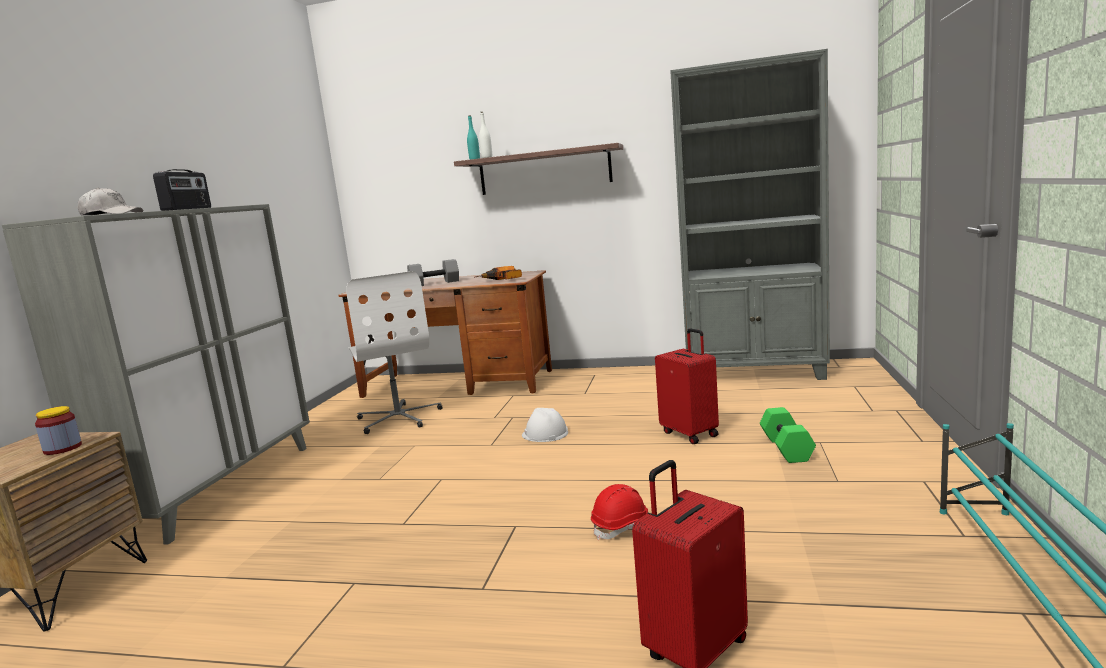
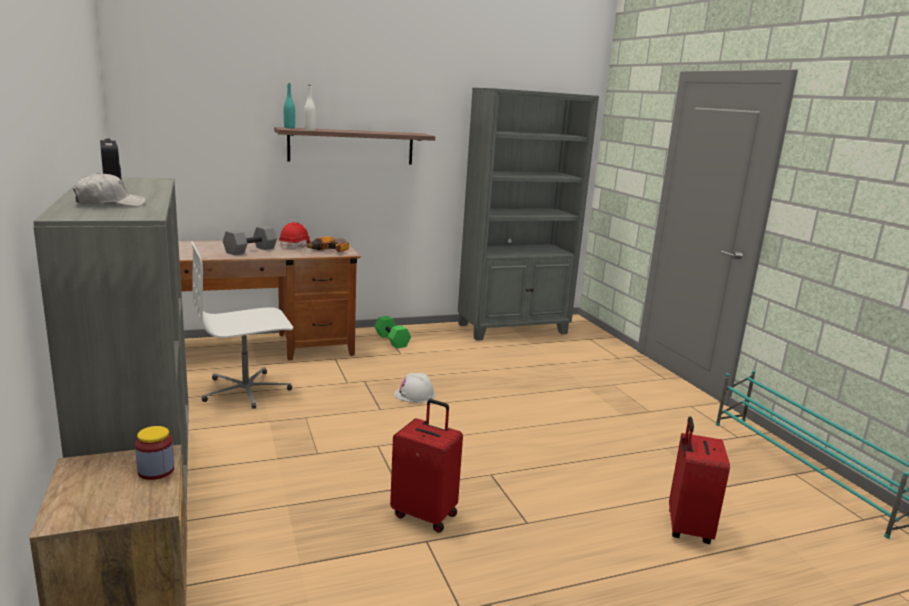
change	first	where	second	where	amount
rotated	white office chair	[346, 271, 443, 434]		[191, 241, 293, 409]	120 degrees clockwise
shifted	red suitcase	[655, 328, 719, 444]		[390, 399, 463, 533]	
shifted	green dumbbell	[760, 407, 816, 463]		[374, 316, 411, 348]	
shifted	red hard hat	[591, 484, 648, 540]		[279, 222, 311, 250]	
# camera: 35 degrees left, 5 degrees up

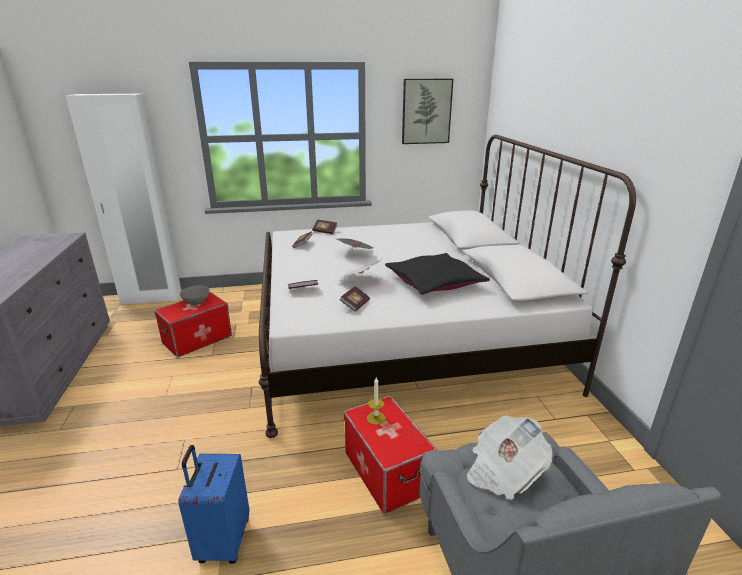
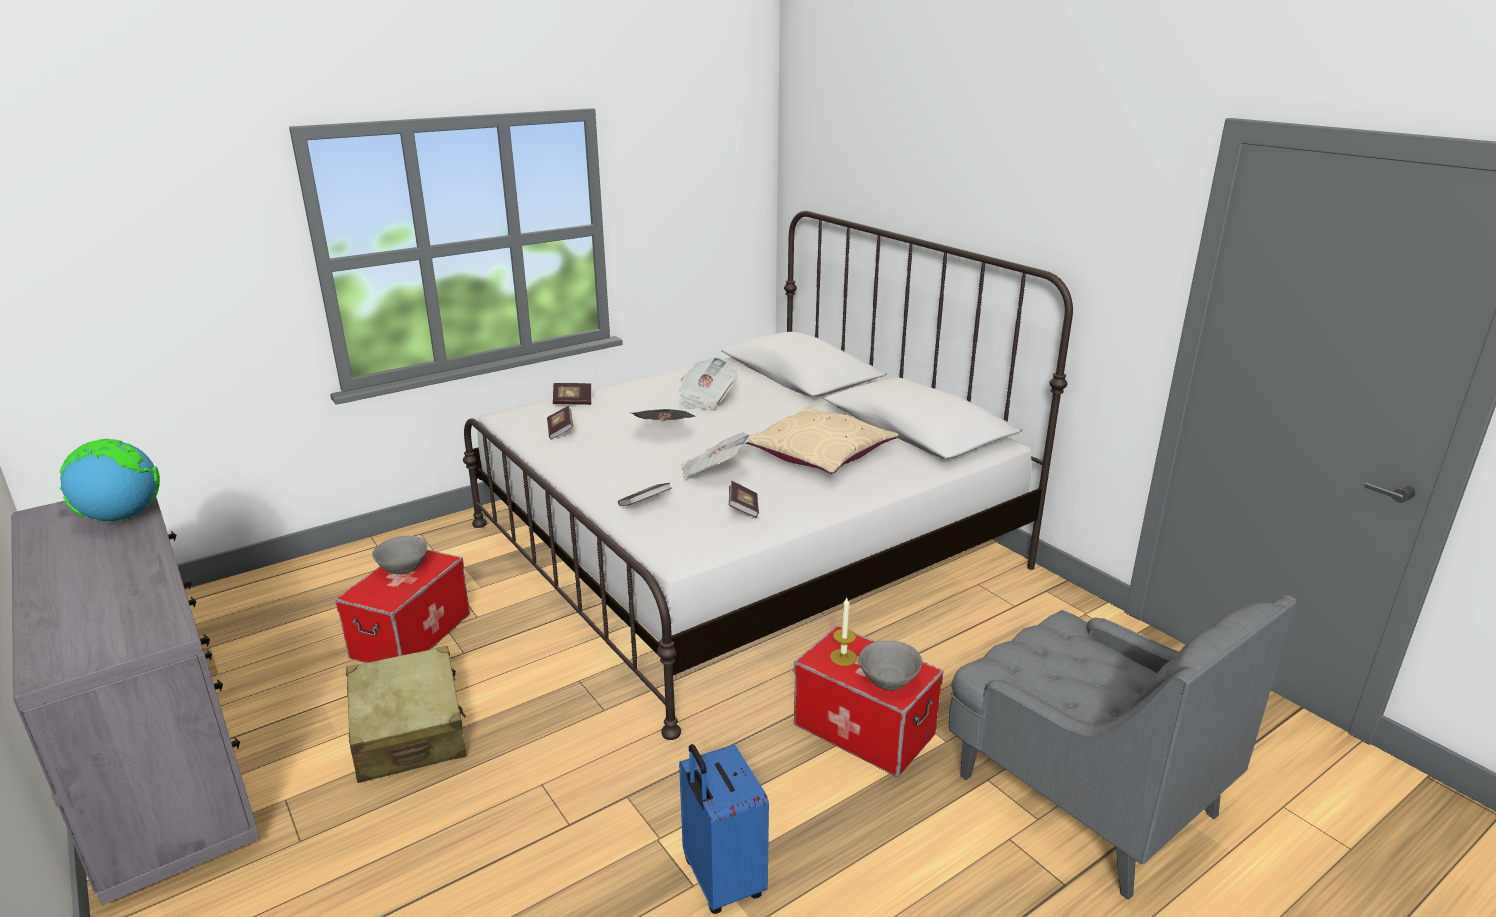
change	first	where	second	where	amount
gone	picture	[402, 79, 453, 144]			
gone	white wardrobe	[66, 94, 181, 305]			
repainted	black pillow	[385, 253, 490, 295]	beige pillow	[746, 407, 899, 474]	
shifted	newspaper	[467, 415, 553, 500]		[679, 357, 737, 409]	
new			globe	[60, 439, 160, 522]	
new			grey bowl	[859, 641, 922, 690]	
new			beige suitcase	[346, 646, 467, 783]	
# camera: 25 degrees left, 0 degrees up

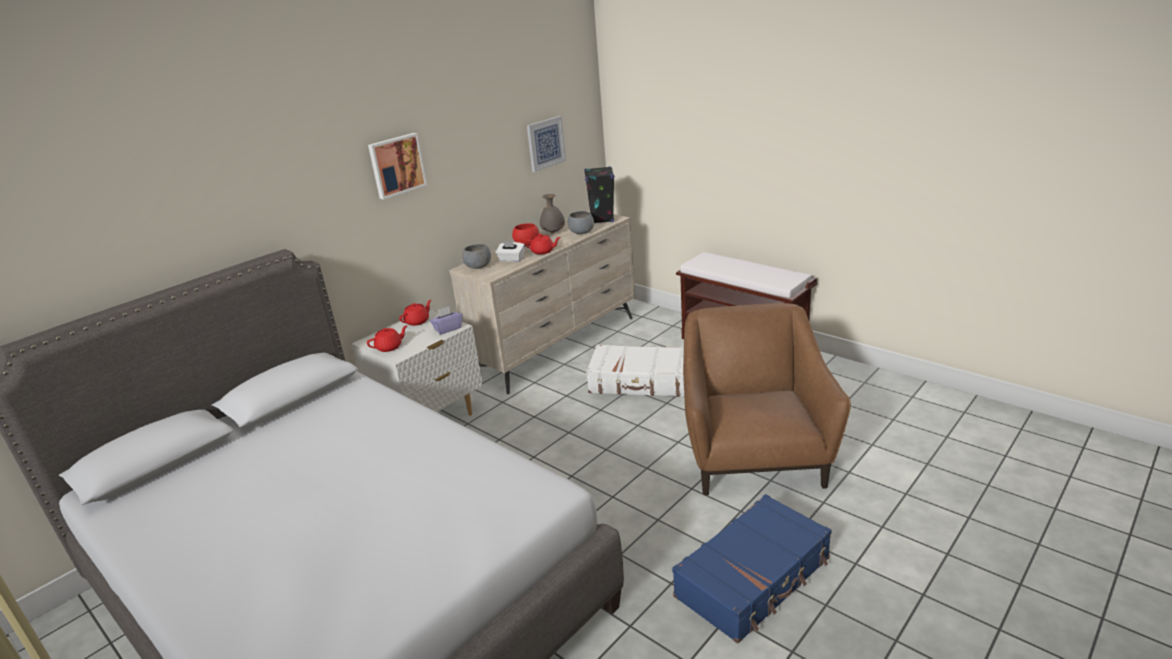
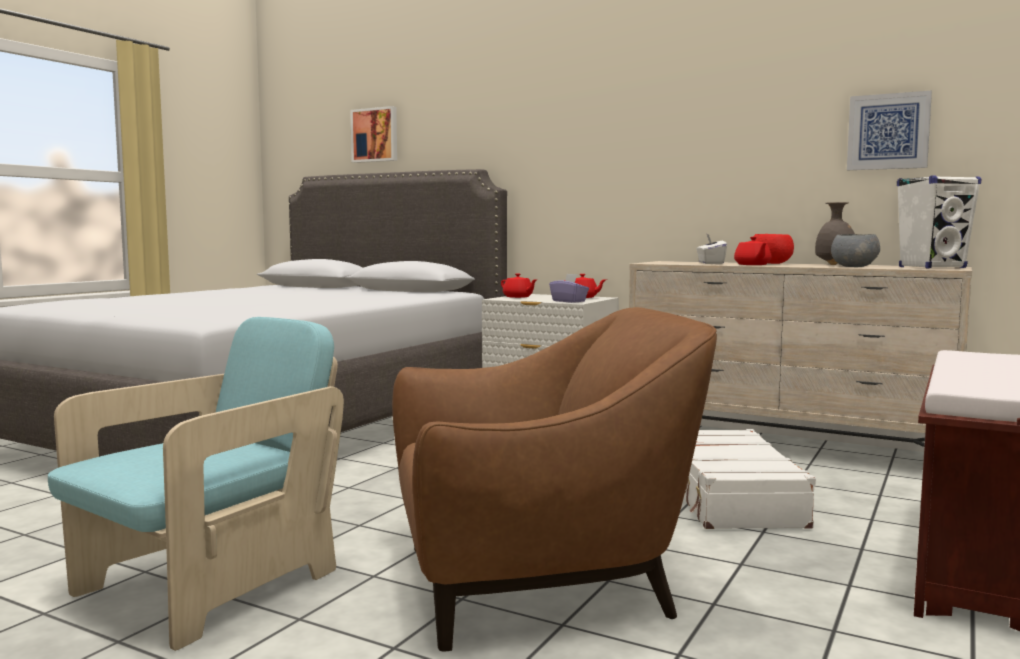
change	first	where	second	where	amount
shifted	picture	[368, 133, 427, 200]		[350, 106, 397, 163]	
repainted	black speaker	[584, 166, 614, 223]	white speaker	[897, 175, 981, 268]	
gone	grey bowl	[462, 244, 491, 269]			
swapped	blue suitcase	[672, 494, 832, 644]	turquoise armchair	[48, 317, 344, 651]	
# camera: 75 degrees right, 20 degrees down

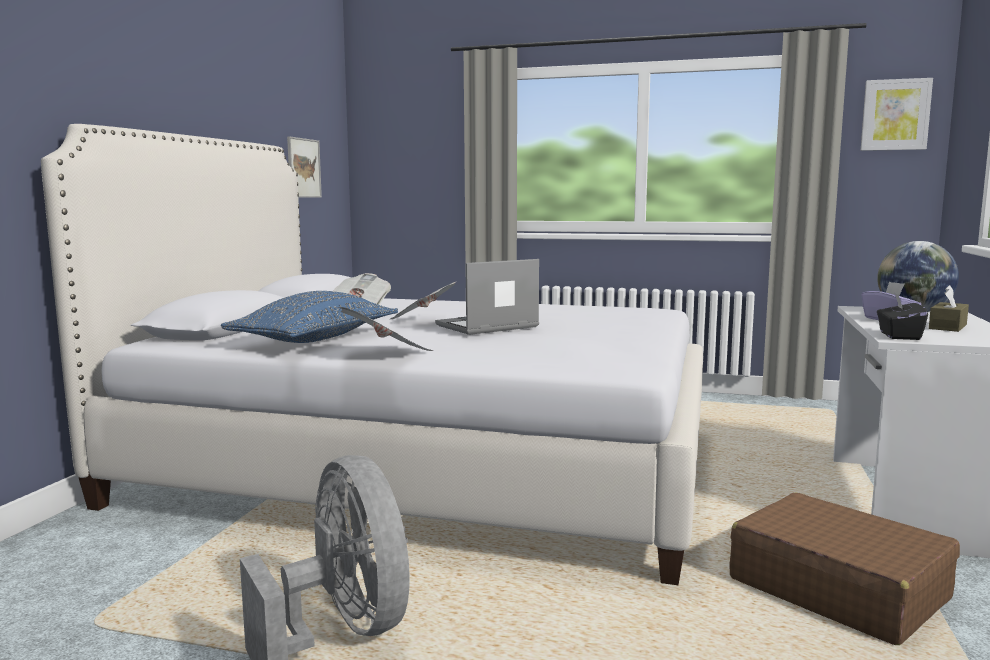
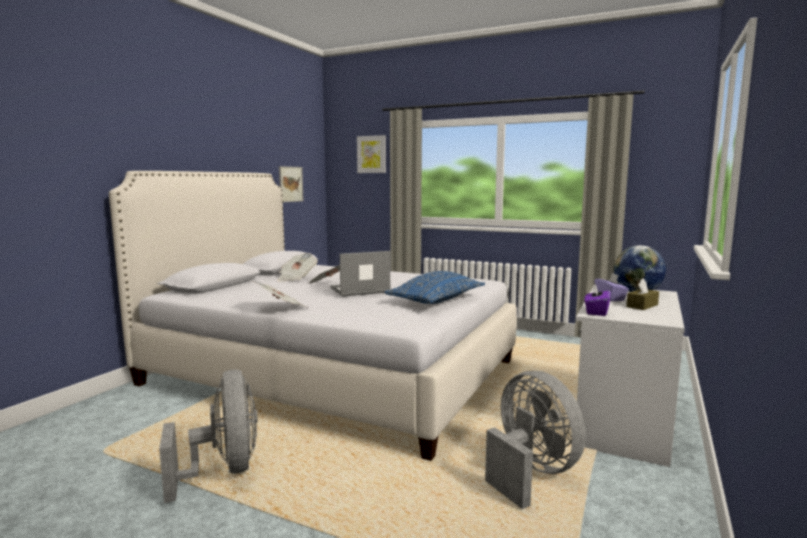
change	first	where	second	where	amount
shifted	picture	[861, 78, 933, 151]		[357, 135, 386, 173]	
shifted	blue pillow	[221, 291, 398, 343]		[385, 271, 485, 304]	
repainted	black tissue box	[877, 292, 928, 340]	purple tissue box	[584, 283, 611, 316]	
swapped	brown suitcase	[730, 493, 960, 645]	grey fan	[485, 371, 586, 509]	
# camera: 10 degrees right, 0 degrees up

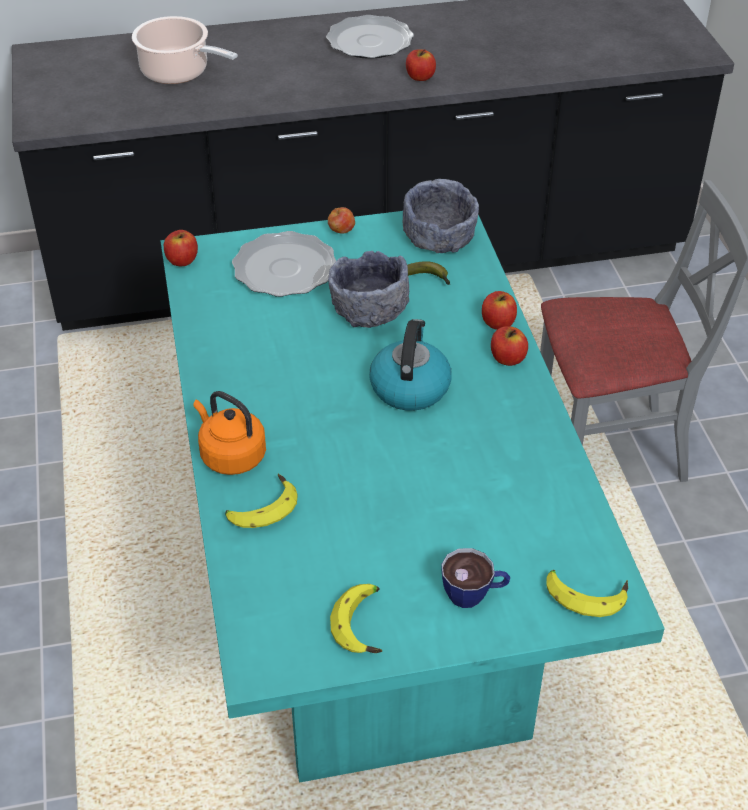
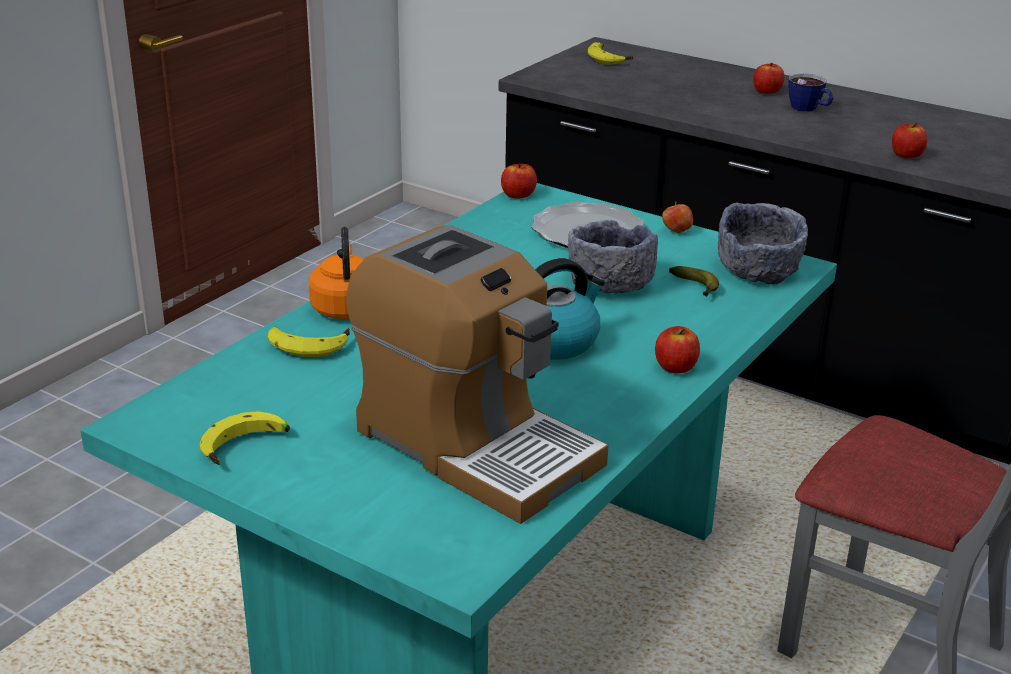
change	first	where	second	where	amount
gone	plate	[326, 15, 414, 59]			
gone	cooking pot	[132, 16, 238, 84]			
shifted	apple	[482, 291, 517, 330]		[753, 63, 785, 94]	
shifted	cup	[441, 548, 510, 608]		[788, 73, 833, 112]	
shifted	banana	[546, 570, 628, 617]		[588, 42, 633, 65]	
new			coffee machine	[346, 225, 608, 524]	
# camera: 45 degrees right, 15 degrees down

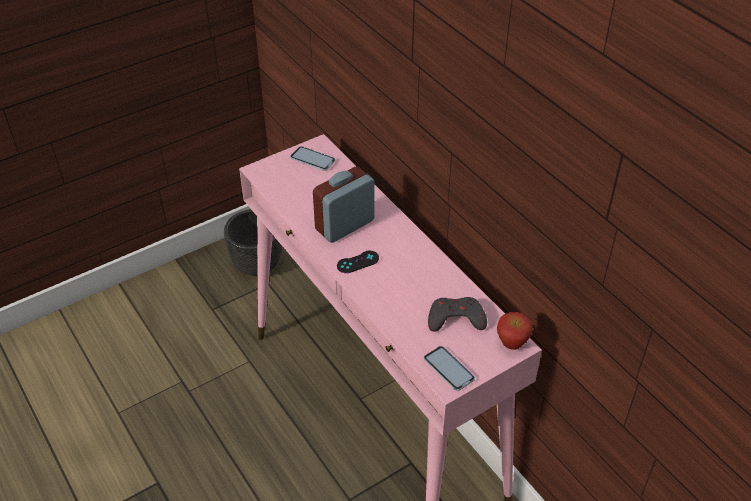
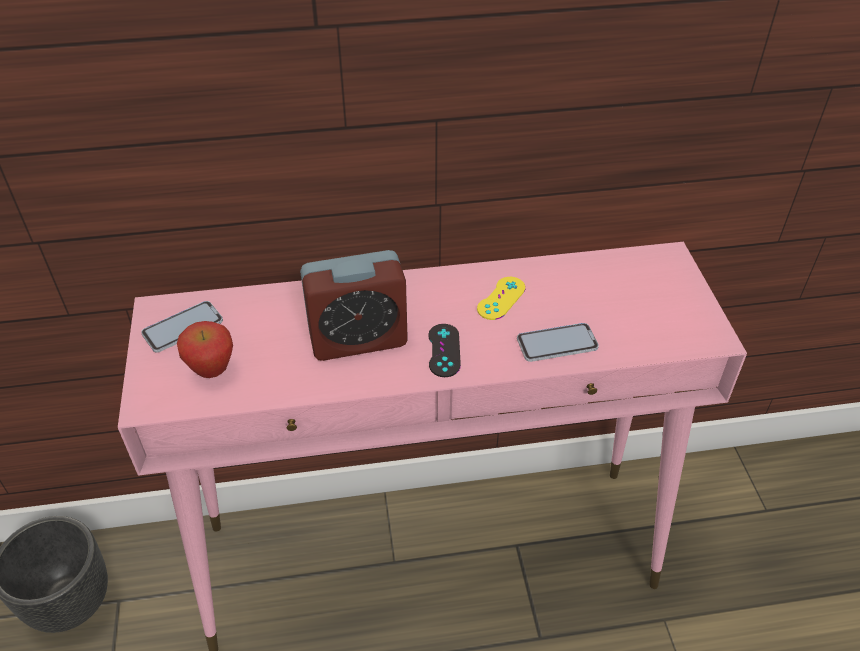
change	first	where	second	where	amount
rotated	alarm clock	[313, 167, 375, 243]		[300, 250, 408, 361]	90 degrees counterclockwise
gone	grey game controller	[428, 297, 487, 331]			
shifted	apple	[497, 312, 533, 350]		[177, 321, 233, 378]	
shifted	phone	[424, 346, 475, 391]		[517, 323, 599, 362]	
new			yellow game controller	[477, 277, 526, 320]	
# camera: 65 degrees left, 0 degrees up

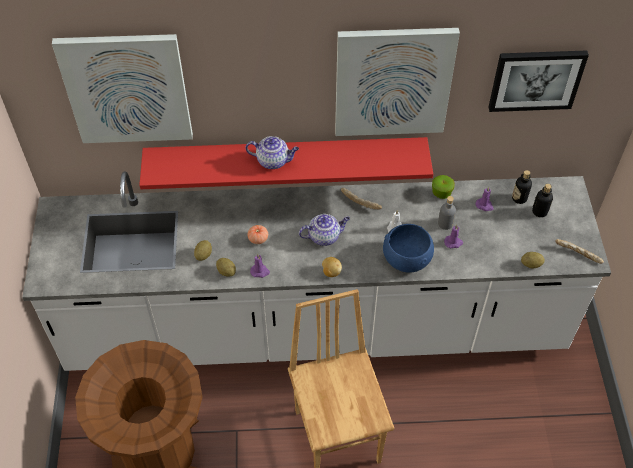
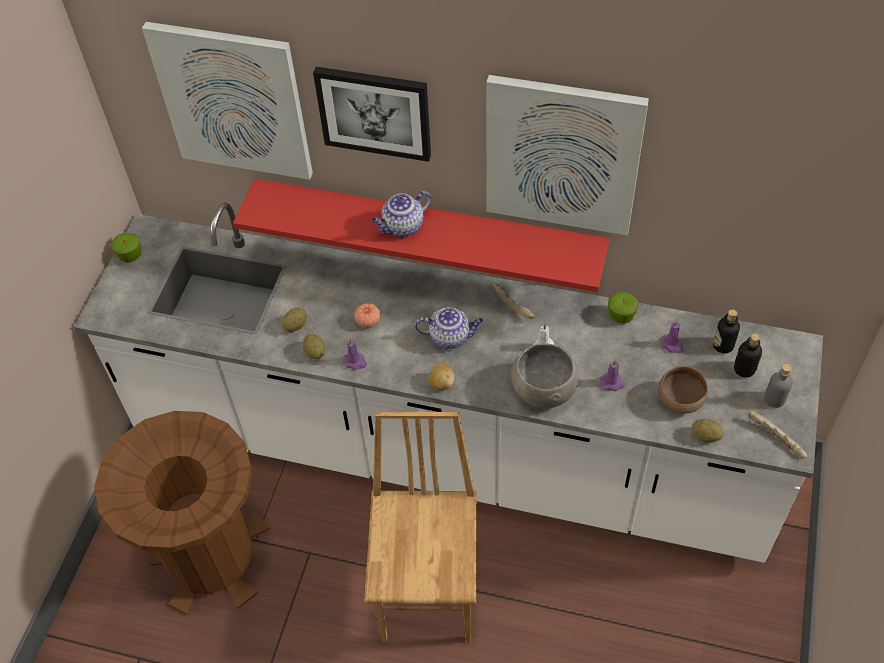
change	first	where	second	where	amount
shifted	picture	[488, 50, 589, 112]		[313, 67, 431, 162]	
rotated	teapot	[245, 136, 299, 169]		[371, 191, 432, 237]	120 degrees clockwise
shifted	grey bottle	[438, 196, 456, 230]		[764, 364, 793, 408]	
repainted	blue bowl	[383, 224, 434, 273]	grey bowl	[511, 343, 578, 408]	
new			apple	[111, 233, 141, 262]	
new			brown bowl	[658, 366, 708, 413]	
# camera: 20 degrees right, 0 degrees up

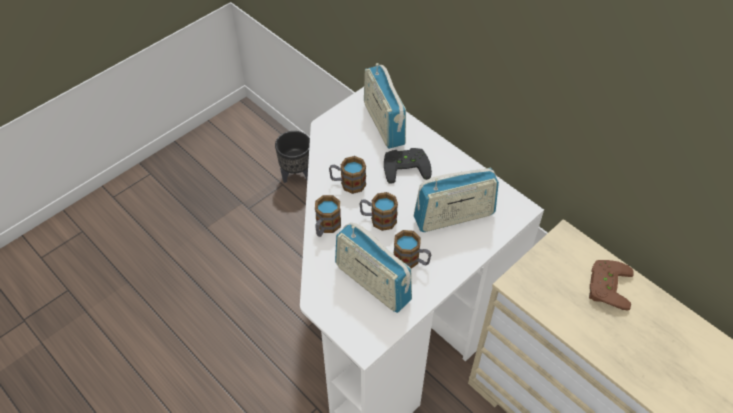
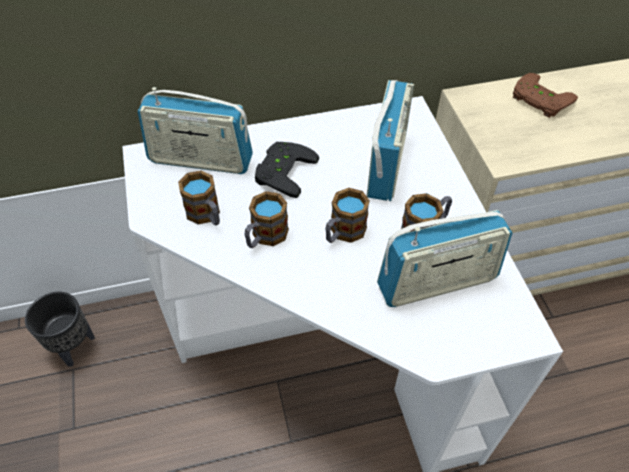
change	first	where	second	where	amount
shifted	mug	[315, 195, 341, 237]		[178, 171, 220, 226]	
# camera: 60 degrees left, 0 degrees up

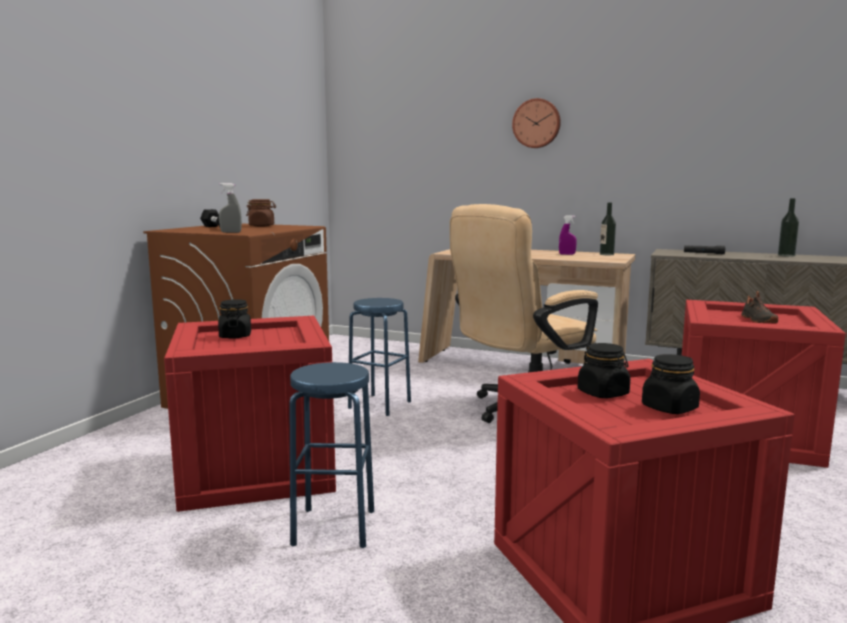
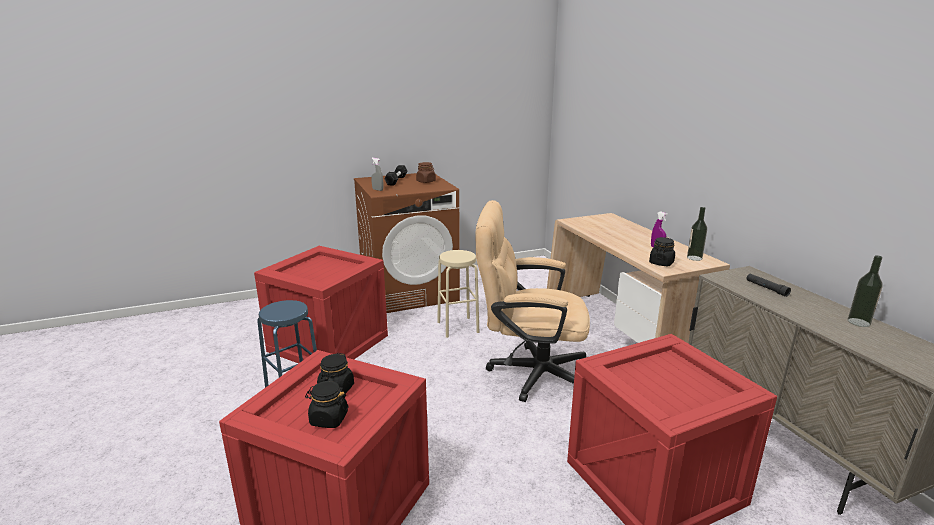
change	first	where	second	where	amount
gone	wall clock	[512, 98, 561, 148]			
gone	black shoe	[741, 291, 778, 323]			
repainted	blue stool	[348, 298, 411, 416]	beige stool	[437, 250, 479, 338]	
shifted	black jar	[218, 299, 251, 339]		[649, 237, 675, 266]	
# camera: 45 degrees right, 10 degrees up

